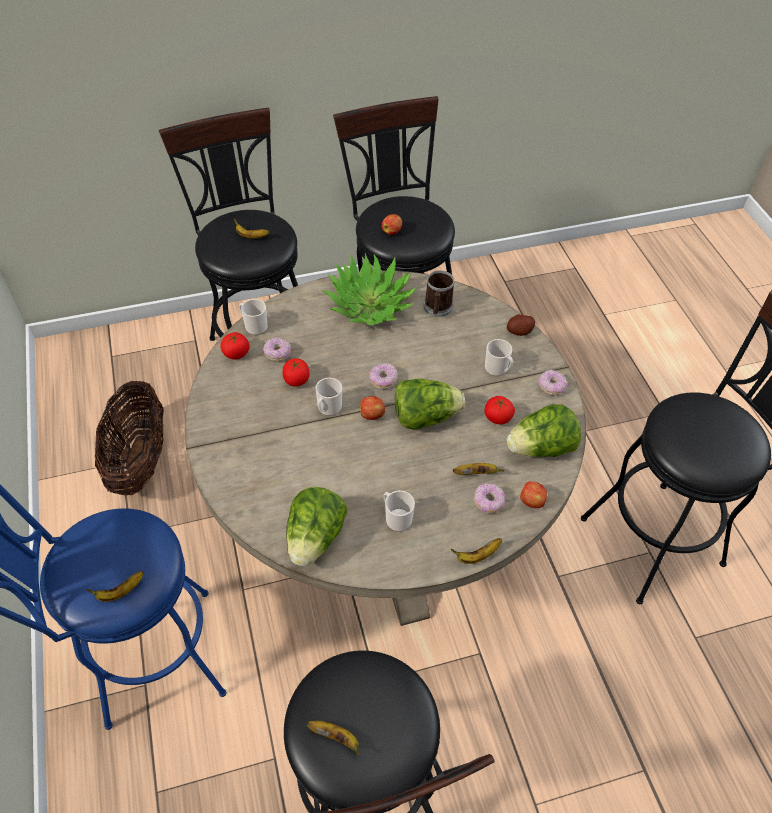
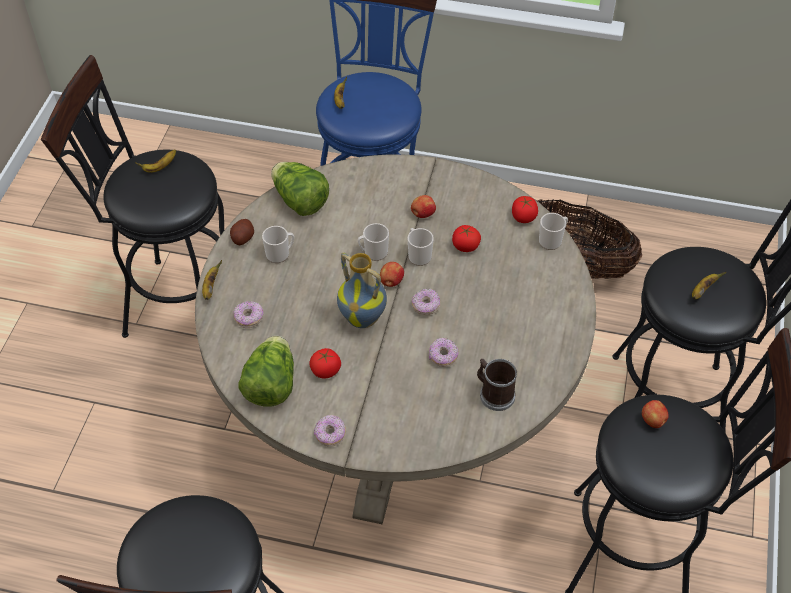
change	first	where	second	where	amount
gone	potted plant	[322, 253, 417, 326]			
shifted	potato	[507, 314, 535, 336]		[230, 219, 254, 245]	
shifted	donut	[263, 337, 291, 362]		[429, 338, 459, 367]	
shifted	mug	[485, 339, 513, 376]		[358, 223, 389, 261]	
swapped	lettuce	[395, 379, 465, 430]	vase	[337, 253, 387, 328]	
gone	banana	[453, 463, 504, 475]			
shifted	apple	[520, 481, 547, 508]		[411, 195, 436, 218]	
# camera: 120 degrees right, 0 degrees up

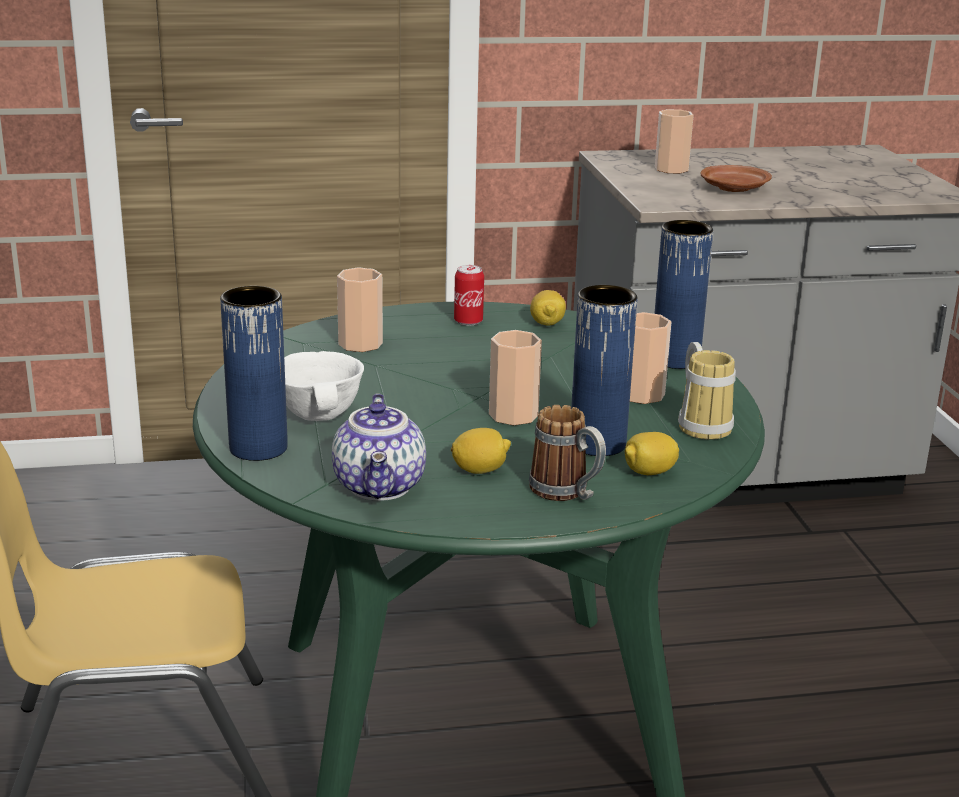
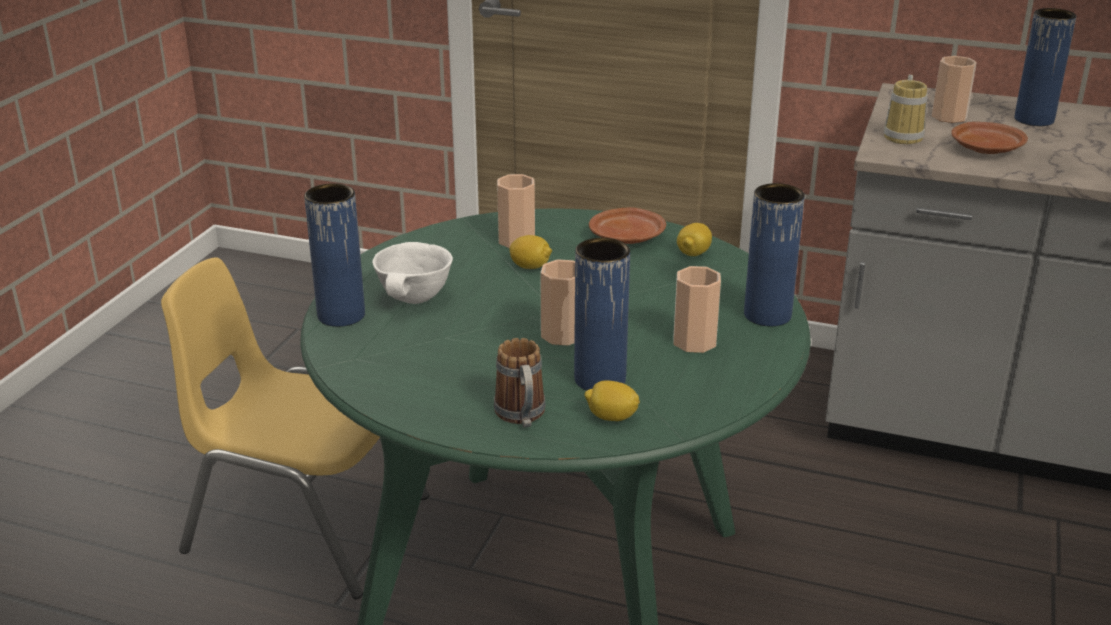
change	first	where	second	where	amount
swapped	can	[454, 265, 484, 326]	brown plate	[589, 207, 666, 244]	
shifted	mug	[678, 342, 736, 440]		[884, 75, 928, 144]	
gone	teapot	[332, 393, 426, 501]			
shifted	lemon	[451, 428, 511, 474]		[509, 235, 552, 269]	
new			blue vase	[1014, 8, 1076, 126]	
# camera: 30 degrees right, 5 degrees up

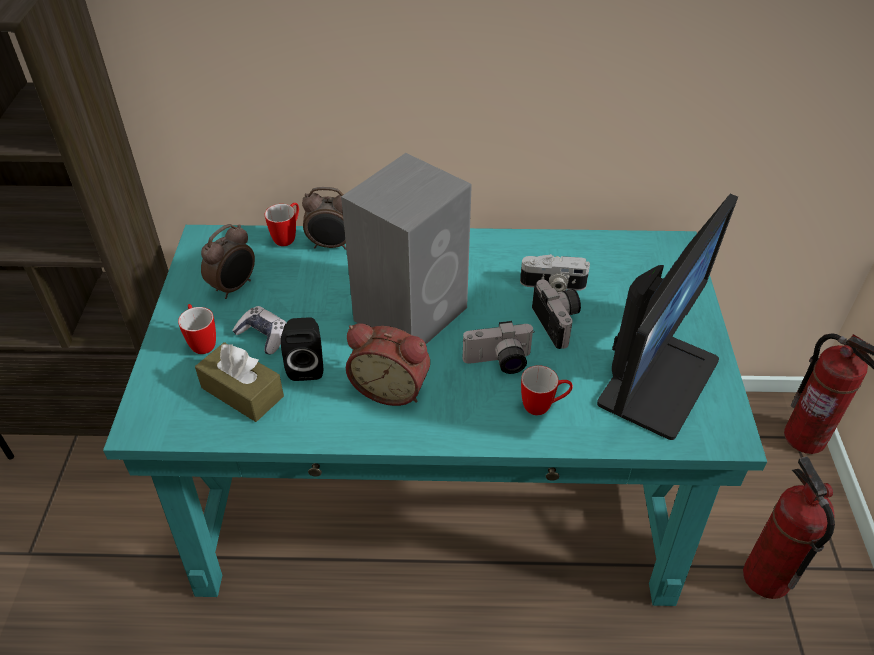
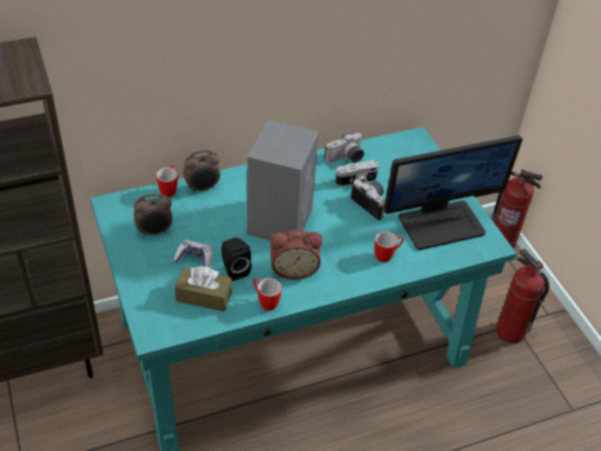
change	first	where	second	where	amount
rotated	monitor	[597, 194, 738, 440]		[383, 135, 523, 250]	60 degrees clockwise
rotated	alarm clock	[201, 224, 255, 299]		[134, 193, 172, 237]	60 degrees clockwise
shifted	mug	[178, 304, 216, 354]		[253, 278, 282, 311]	
shifted	photo camera	[463, 321, 535, 374]		[324, 133, 364, 163]	
# camera: 25 degrees left, 0 degrees up

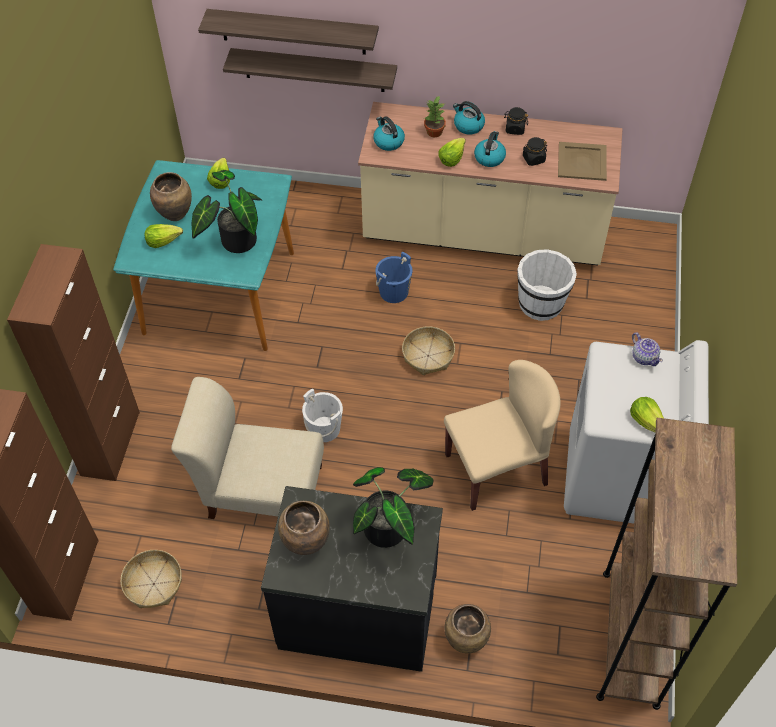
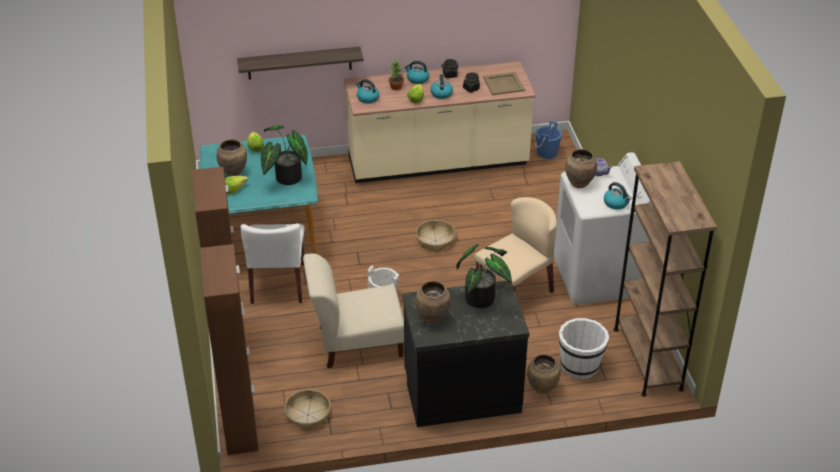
change	first	where	second	where	amount
gone	shelf	[198, 9, 379, 55]			
shifted	white bucket	[517, 249, 577, 321]		[559, 318, 609, 379]	
shifted	blue bucket	[375, 252, 413, 303]		[535, 121, 562, 159]	
swapped	lettuce	[630, 397, 664, 433]	kettle	[604, 182, 631, 210]	
new			brown vase	[565, 149, 597, 188]	
new			white chair	[241, 223, 305, 304]	
# camera: 20 degrees left, 15 degrees down

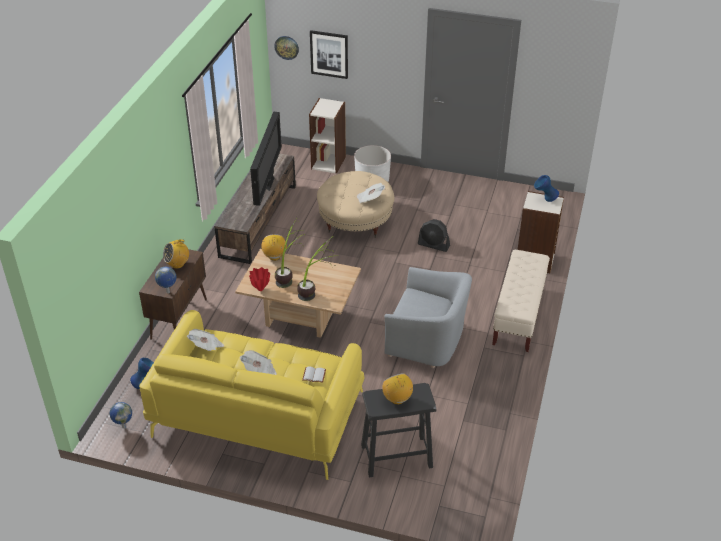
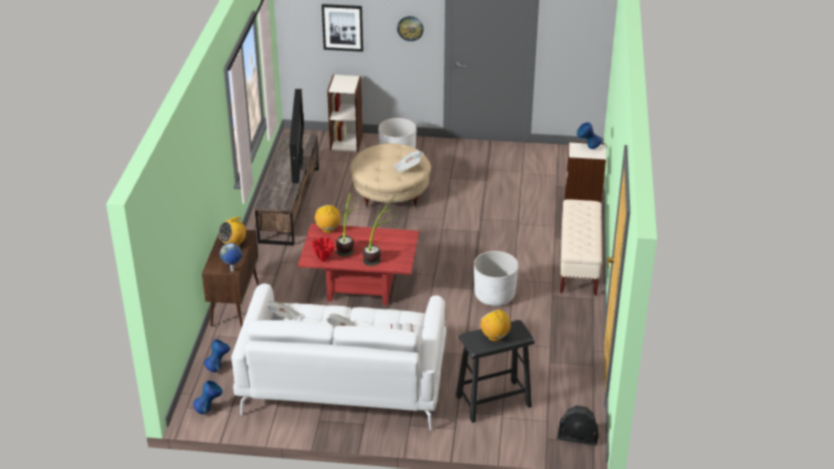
change	first	where	second	where	amount
shifted	wall clock	[274, 36, 299, 60]		[397, 16, 424, 41]	
shifted	black fan	[418, 219, 450, 252]		[557, 405, 599, 446]	
repainted	beige coffee table	[235, 249, 361, 338]	red coffee table	[298, 224, 419, 305]	
swapped	grey armchair	[384, 267, 472, 368]	white planter	[474, 251, 519, 306]	
repainted	yellow sofa	[139, 310, 364, 480]	white sofa	[231, 283, 446, 430]	
swapped	globe	[110, 402, 132, 429]	blue vase	[193, 380, 223, 414]	
# camera: 10 degrees left, 5 degrees down

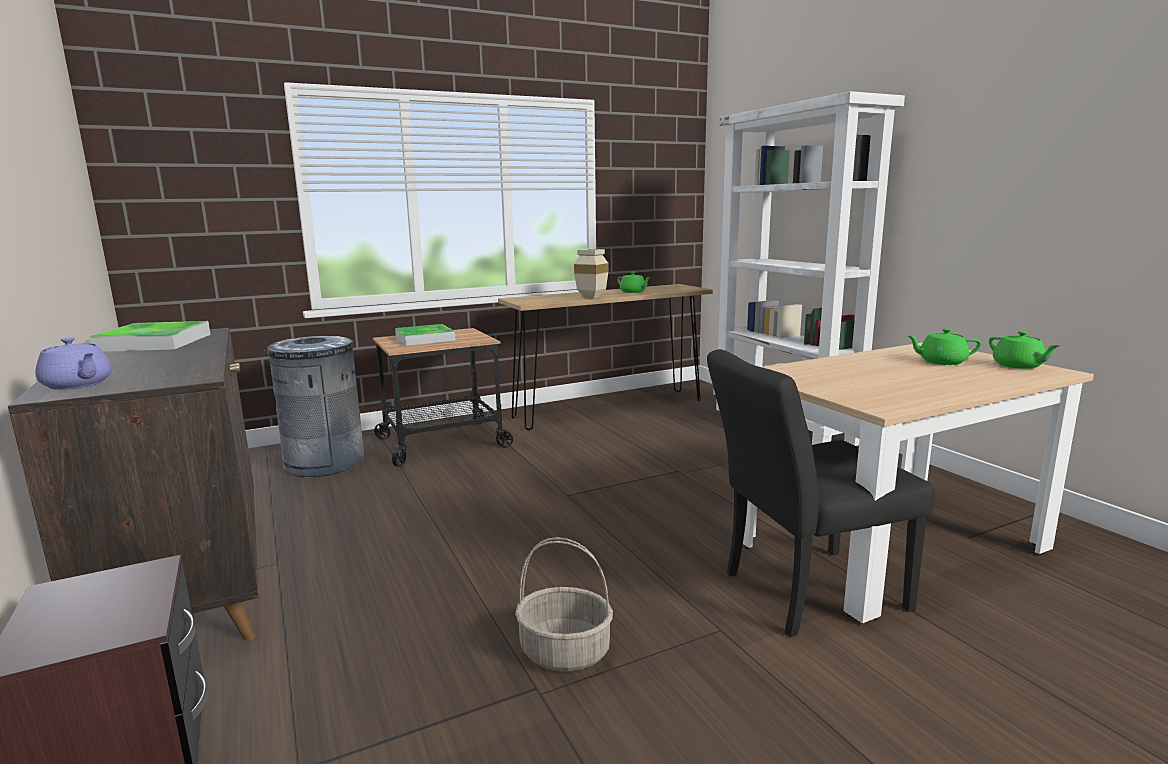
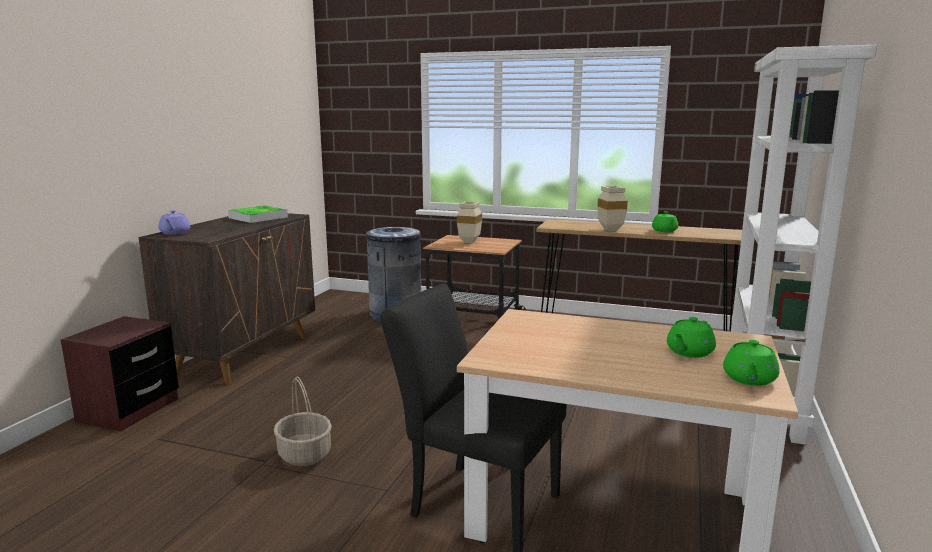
change	first	where	second	where	amount
swapped	tray	[395, 324, 456, 346]	beige vase	[457, 202, 482, 243]	
rotated	green teapot	[906, 328, 981, 365]		[667, 317, 716, 358]	105 degrees counterclockwise
# camera: 45 degrees right, 0 degrees up

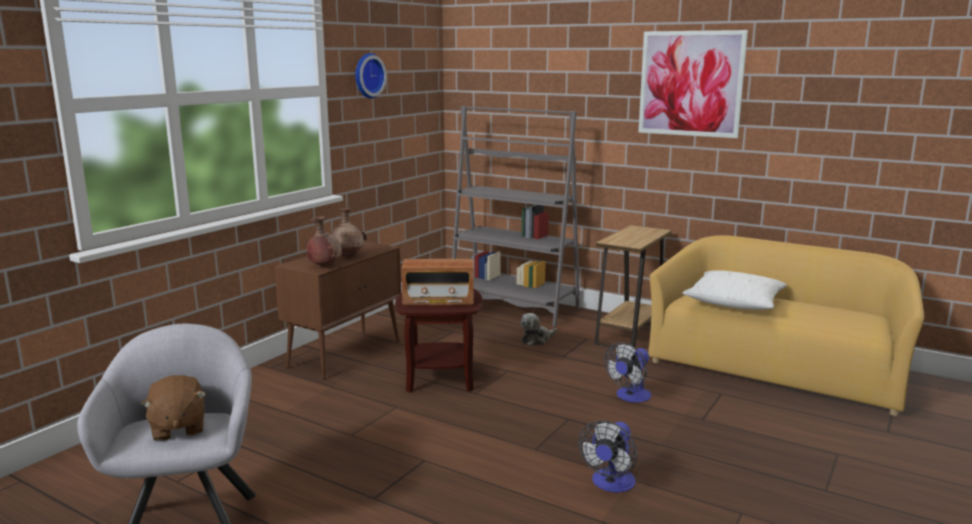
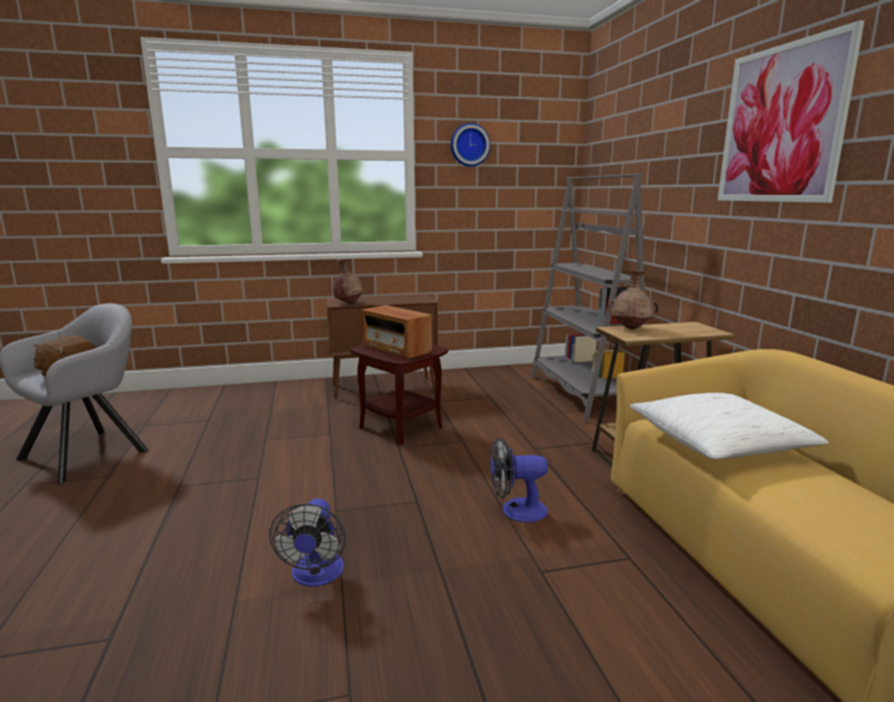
change	first	where	second	where	amount
shifted	brown vase	[332, 208, 366, 257]		[608, 270, 659, 330]	
gone	plush toy	[521, 313, 557, 346]			
rotated	fan	[579, 420, 637, 492]		[269, 498, 346, 587]	75 degrees counterclockwise
# camera: 45 degrees right, 0 degrees up

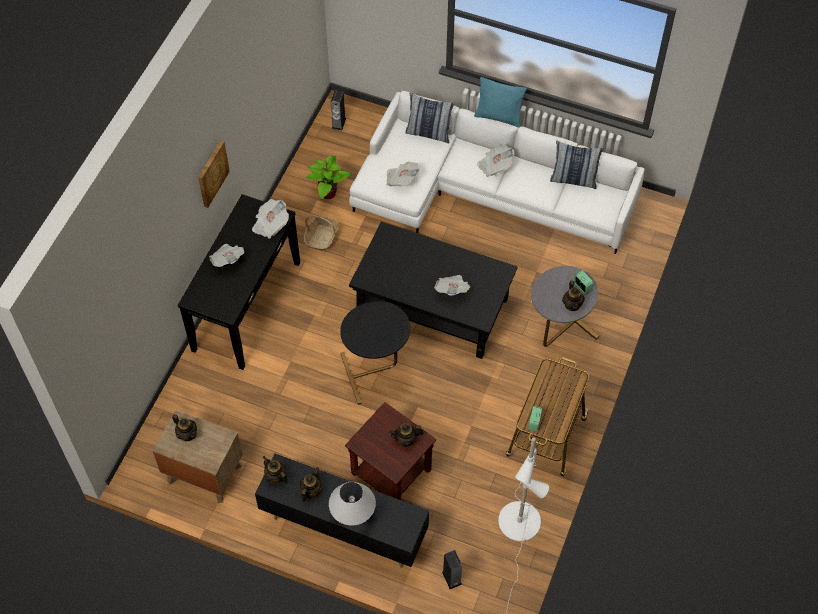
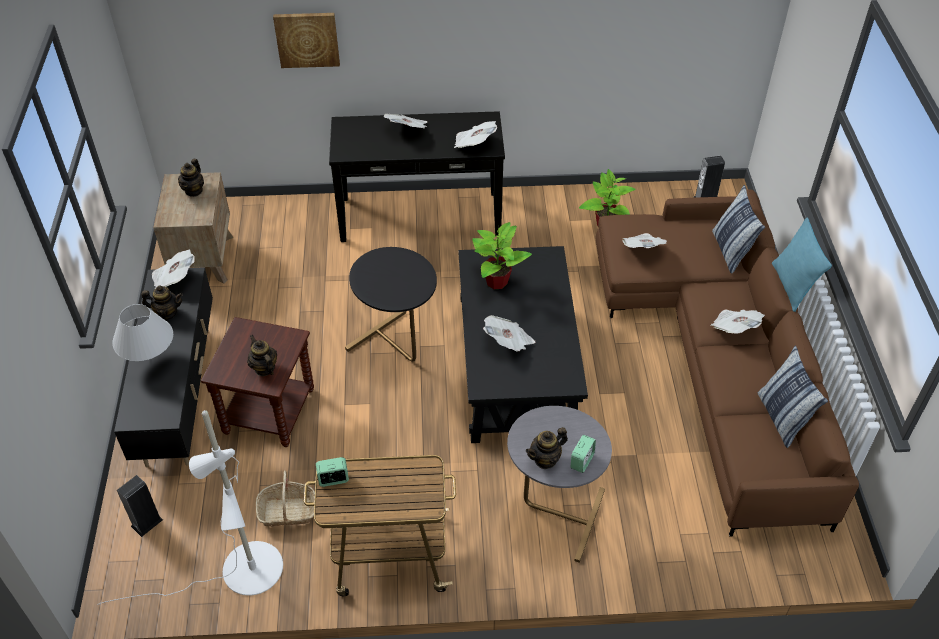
change	first	where	second	where	amount
repainted	white sofa	[349, 91, 645, 254]	brown sofa	[596, 189, 859, 537]	
shifted	picture	[198, 140, 230, 208]		[273, 13, 340, 68]	
shifted	basket	[304, 215, 339, 252]		[256, 470, 315, 527]	
swapped	teapot	[263, 456, 288, 484]	newspaper	[152, 250, 195, 289]	
new			potted plant	[472, 222, 532, 289]	
# camera: 65 degrees right, 10 degrees down

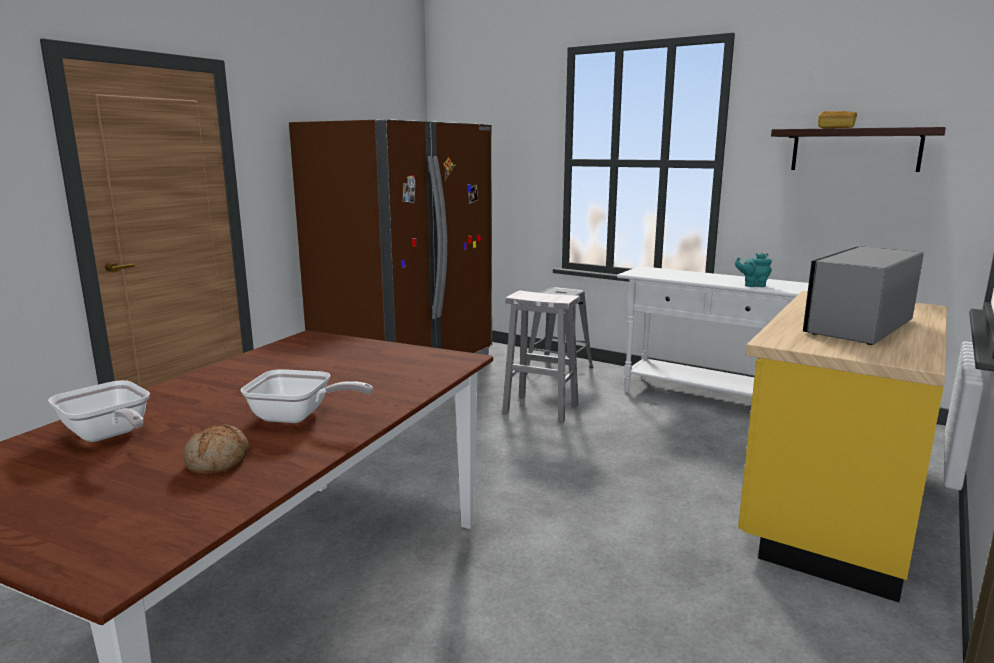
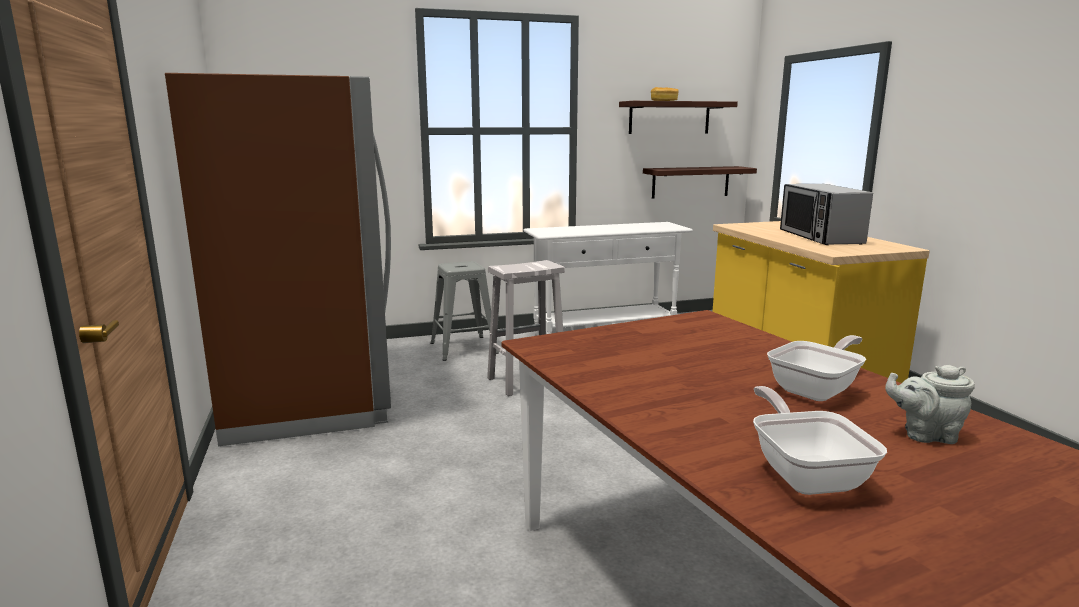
change	first	where	second	where	amount
gone	turquoise teapot	[735, 253, 772, 287]			
rotated	frying pan	[48, 380, 150, 442]		[753, 386, 887, 495]	90 degrees counterclockwise
swapped	bread	[183, 424, 249, 475]	grey teapot	[885, 365, 975, 444]	
new			shelf	[643, 166, 757, 199]	
# camera: 50 degrees left, 0 degrees up

